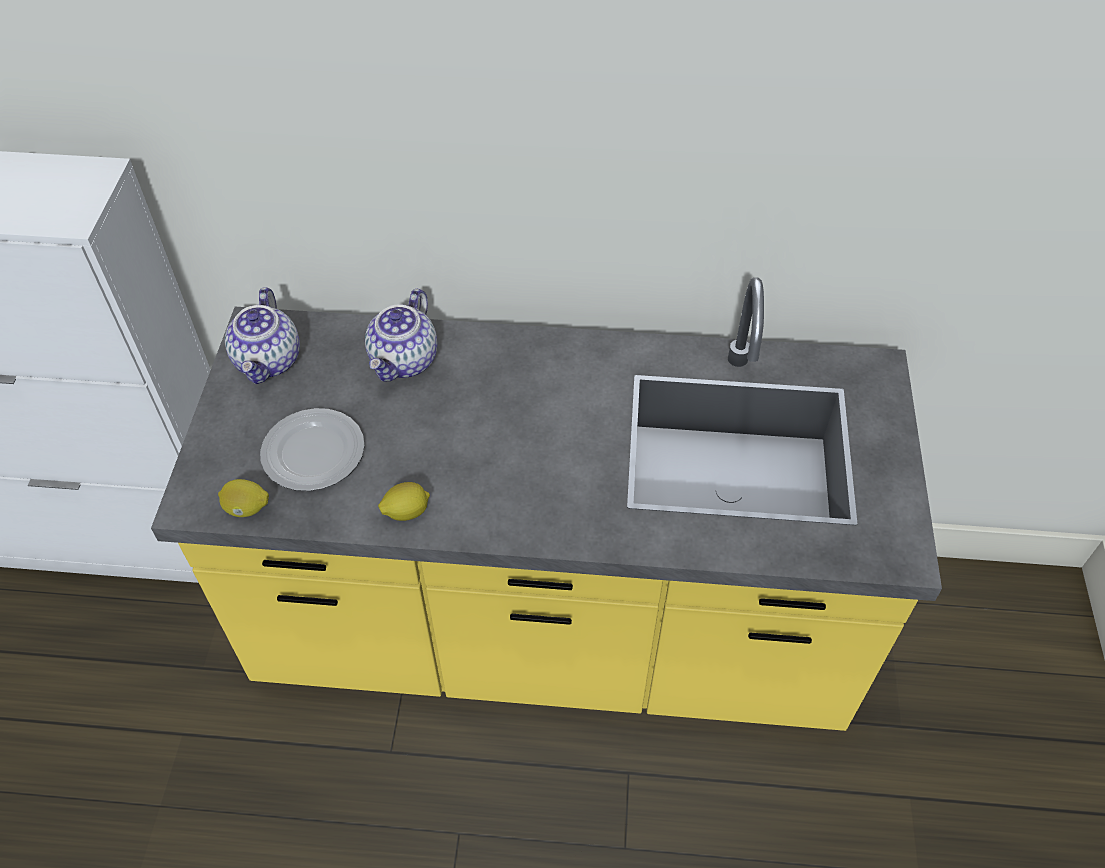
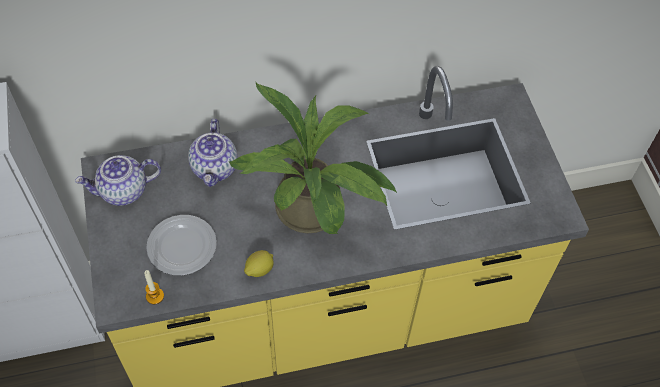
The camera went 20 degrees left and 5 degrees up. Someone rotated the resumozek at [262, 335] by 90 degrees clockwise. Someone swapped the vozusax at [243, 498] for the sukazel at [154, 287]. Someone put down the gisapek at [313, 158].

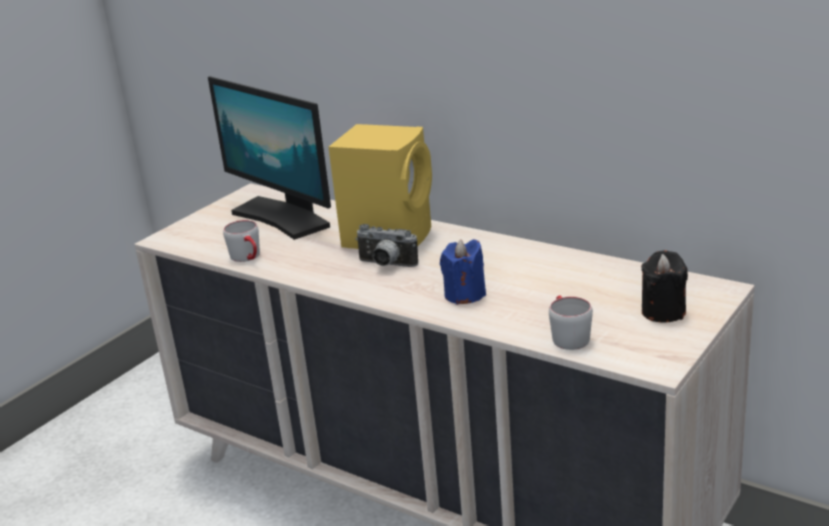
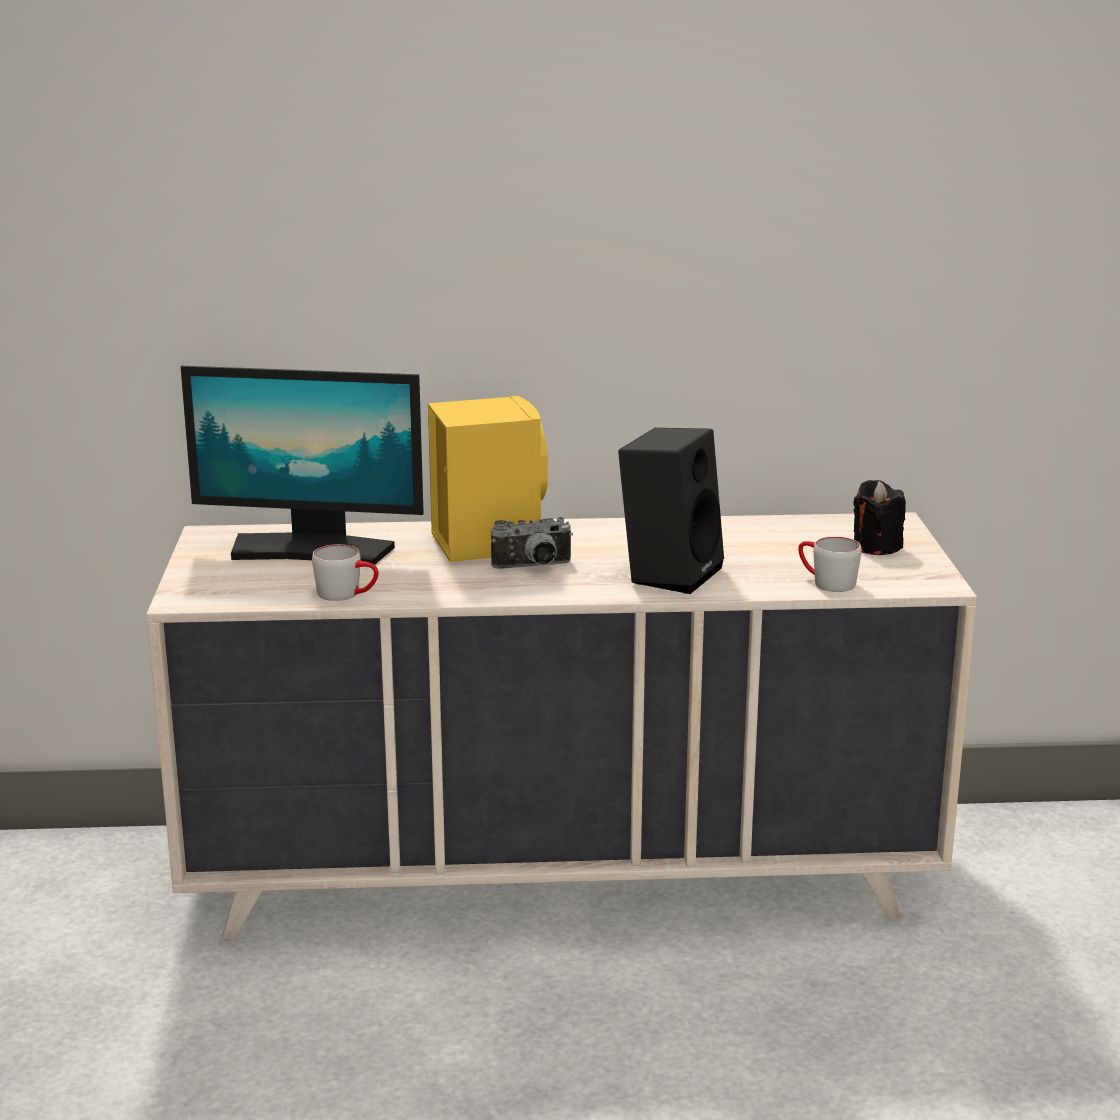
The camera went 40 degrees left and 5 degrees down. Someone swapped the blue_sukazel at [463, 272] for the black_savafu at [671, 511].

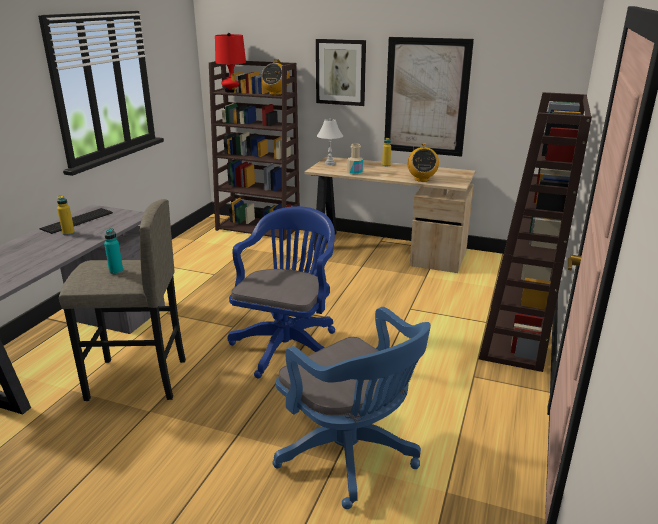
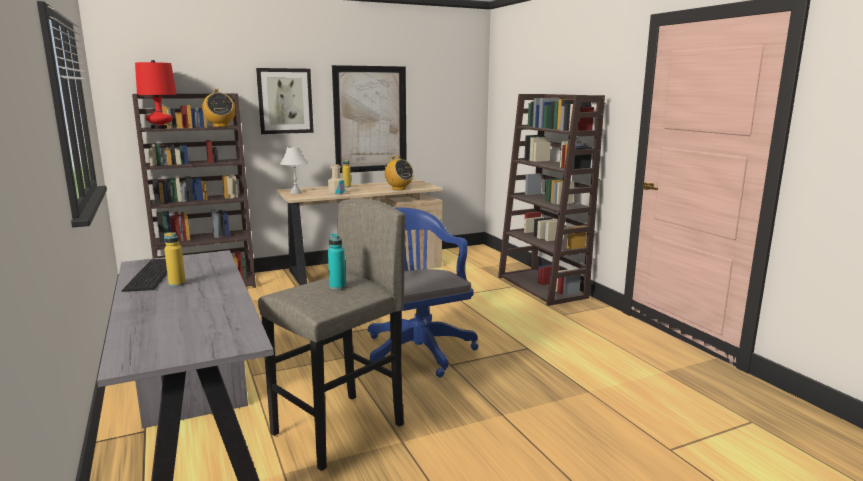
The camera went 45 degrees left and 10 degrees down. Someone took away the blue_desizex at [351, 408].

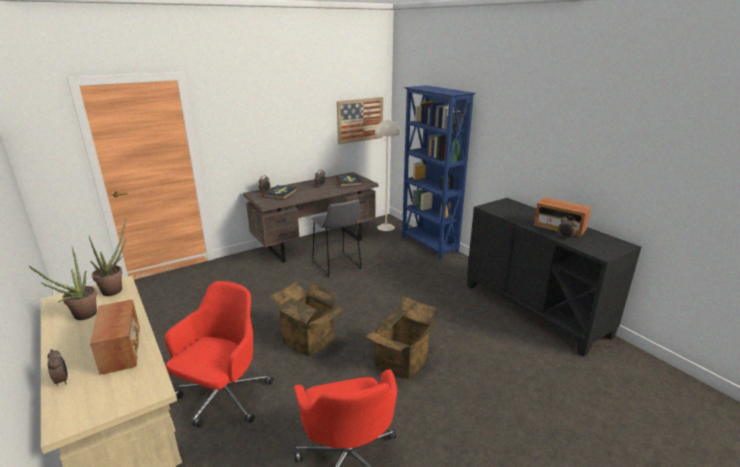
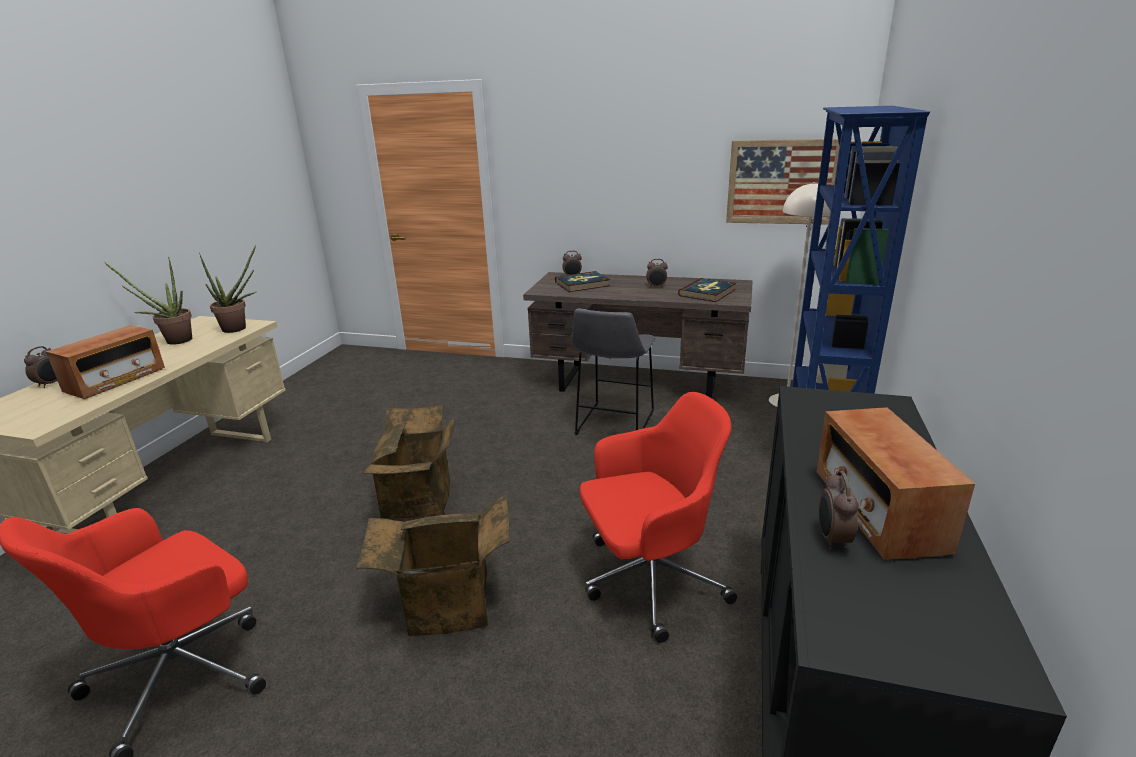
The camera went 50 degrees right and 0 degrees up. Someone carried the red_desizex from [219, 354] to [658, 517].

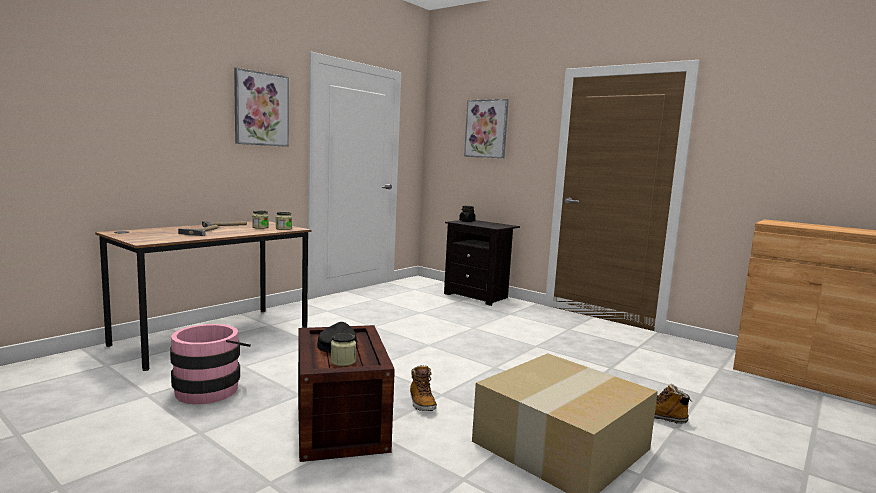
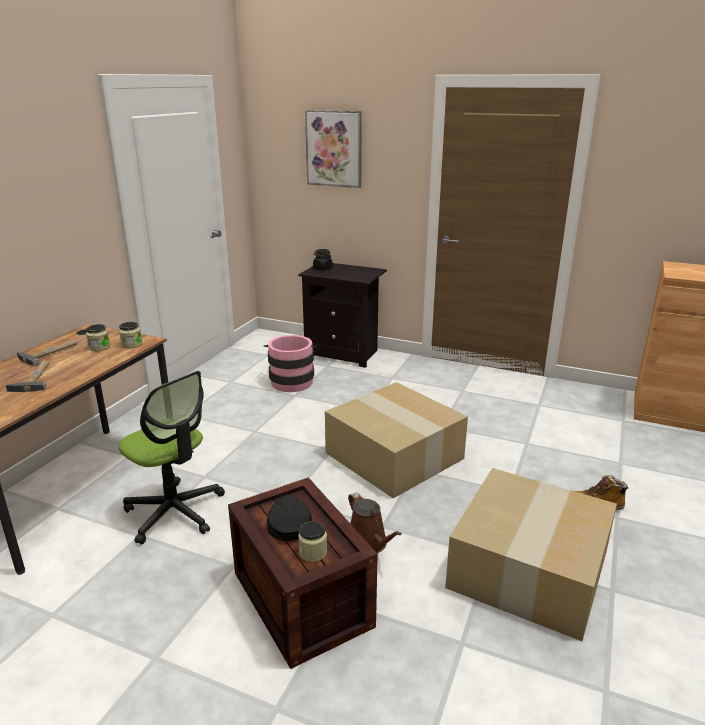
The camera went 15 degrees left and 15 degrees up. Someone took away the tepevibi at [261, 107]. Someone carried the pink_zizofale from [210, 364] to [290, 363]. Someone swapped the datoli at [423, 388] for the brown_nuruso at [375, 522]. Someone put down the desizex at [172, 458]. Someone put down the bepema at [396, 440].

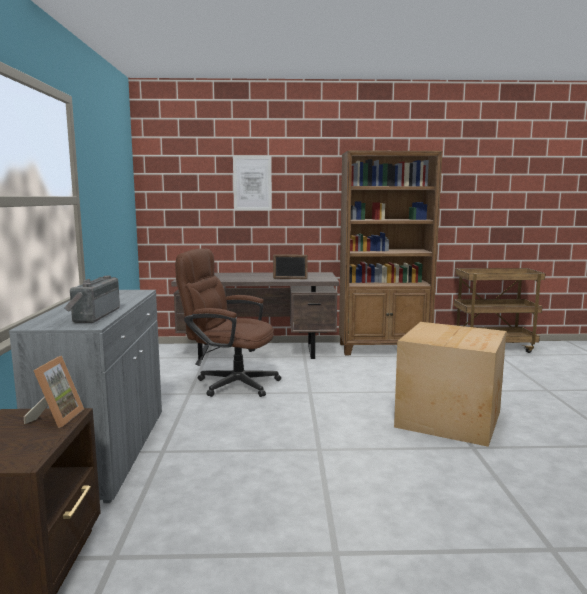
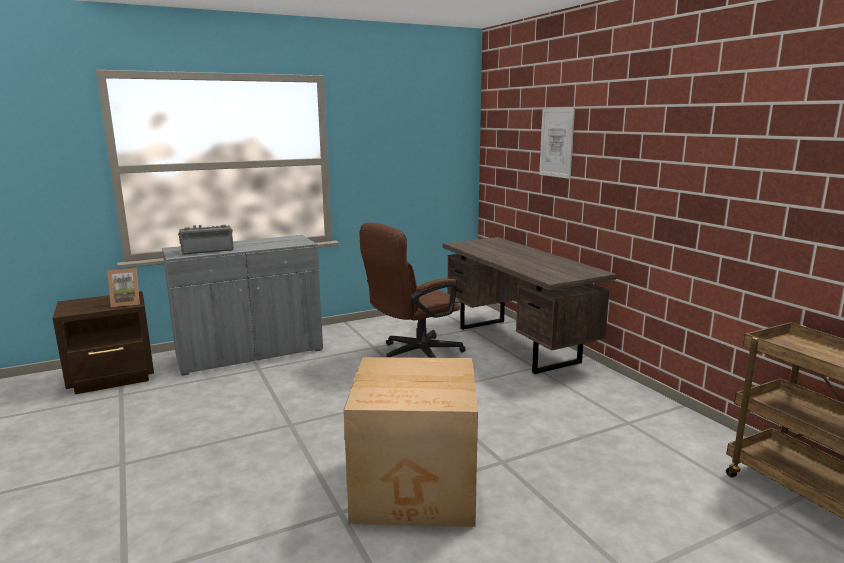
The camera went 65 degrees right and 5 degrees up. Someone took away the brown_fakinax at [390, 253]. Someone rotated the brown_desizex at [228, 322] by 120 degrees counterclockwise. Someone took away the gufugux at [290, 266].

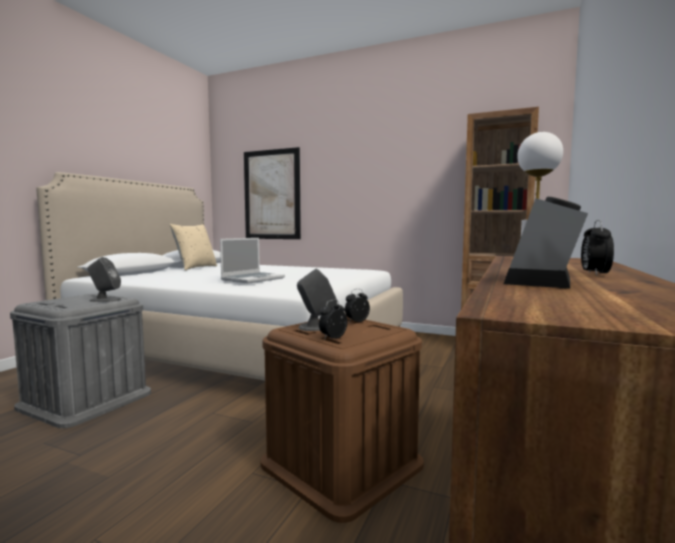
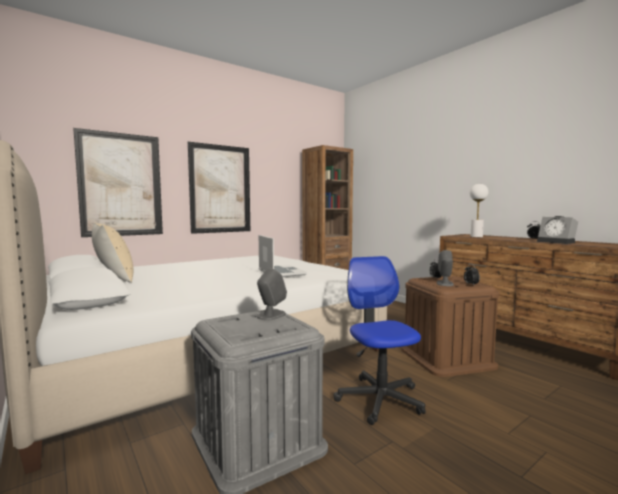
The camera went 60 degrees left and 0 degrees up. Someone put up the tepevibi at [219, 188]. Someone put down the desizex at [379, 340].

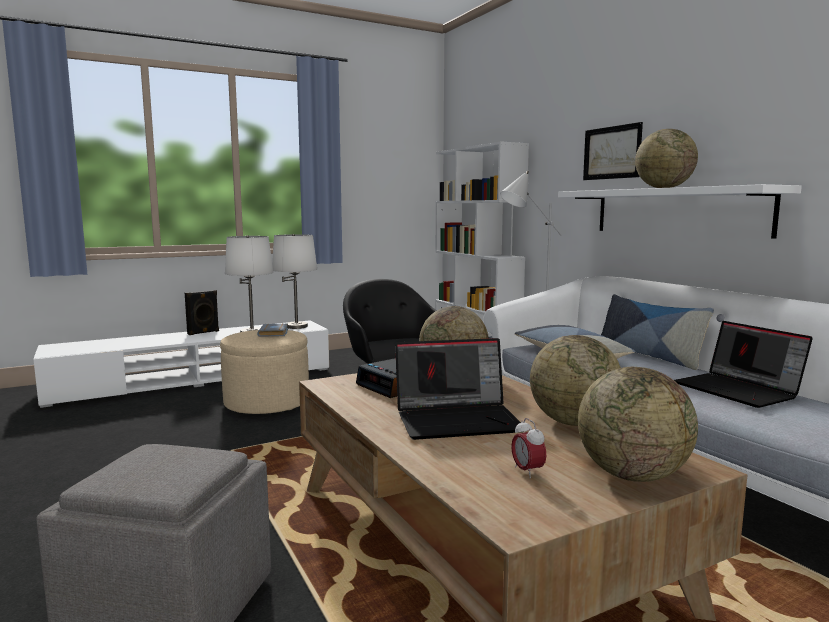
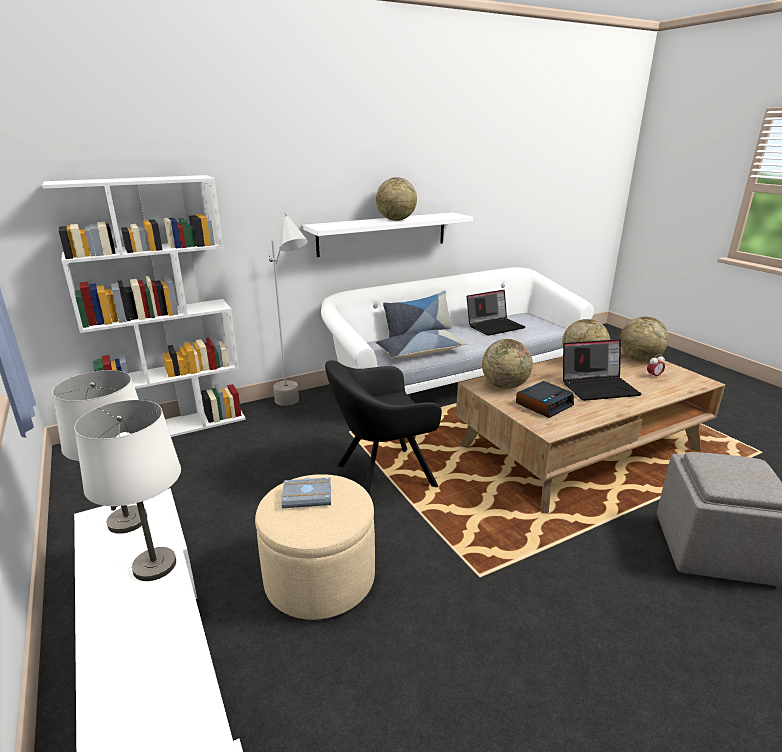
The camera went 90 degrees left and 15 degrees up. Someone took away the tepevibi at [613, 151]. Someone took away the black_savafu at [202, 312]. Someone rotated the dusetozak at [458, 389] by 90 degrees clockwise.

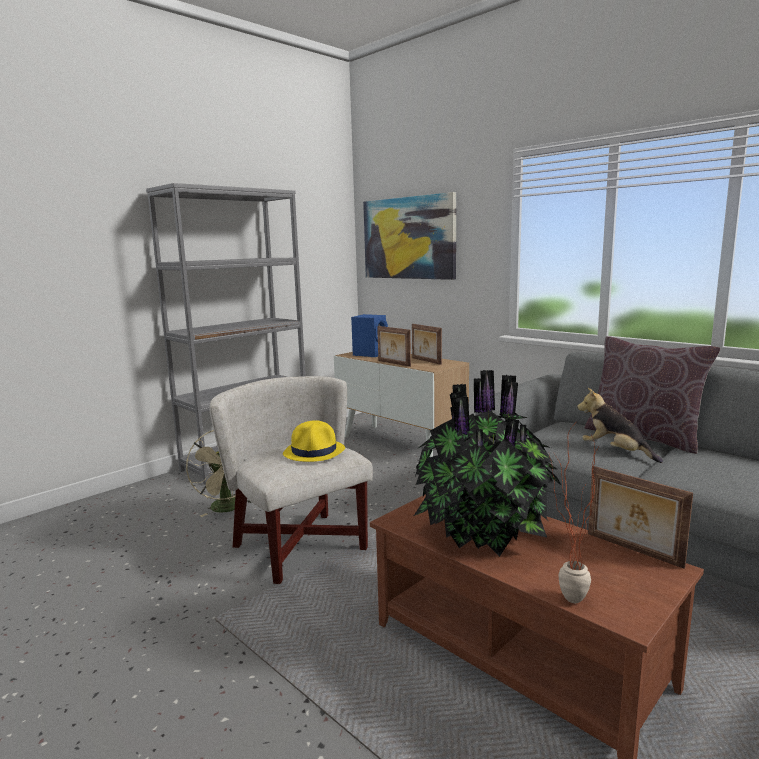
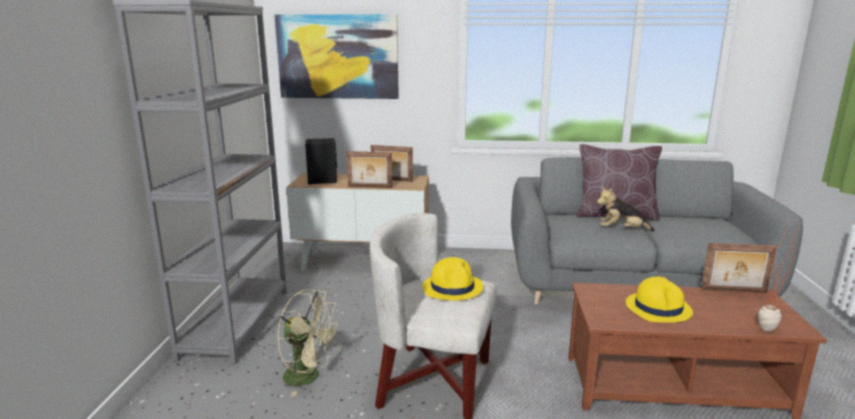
The camera went 40 degrees left and 5 degrees up. Someone repainted the blue_savafu at [369, 335], which became the black_savafu at [321, 161]. Someone swapped the gisapek at [488, 463] for the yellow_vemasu at [659, 300].

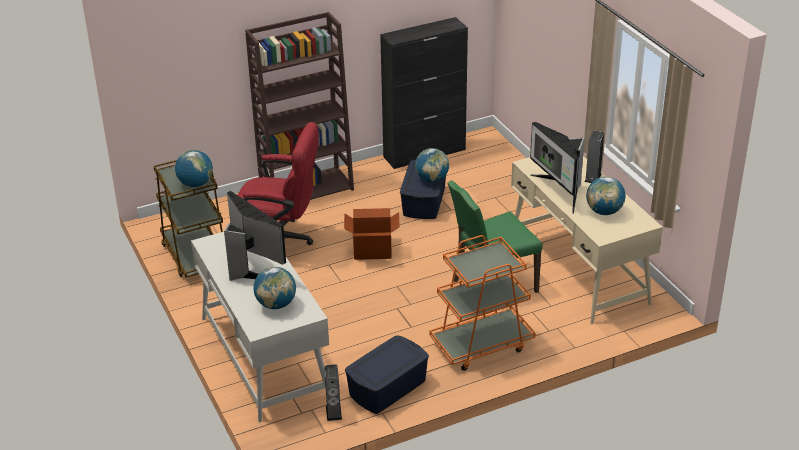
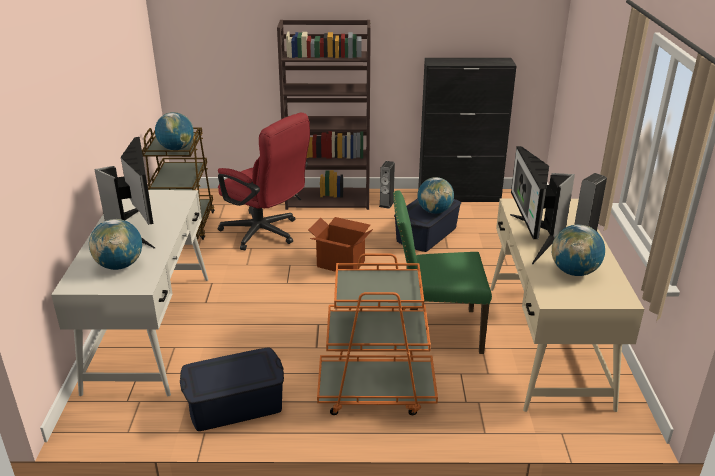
The camera went 25 degrees right and 5 degrees down. Someone carried the savafu from [333, 392] to [387, 185].

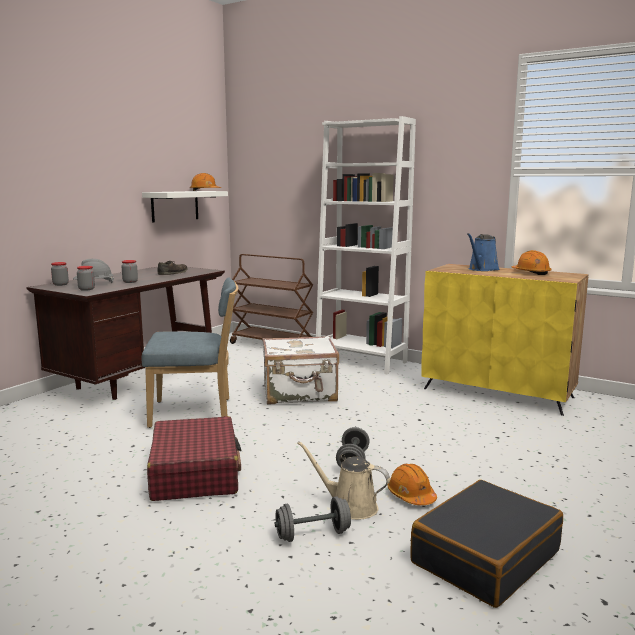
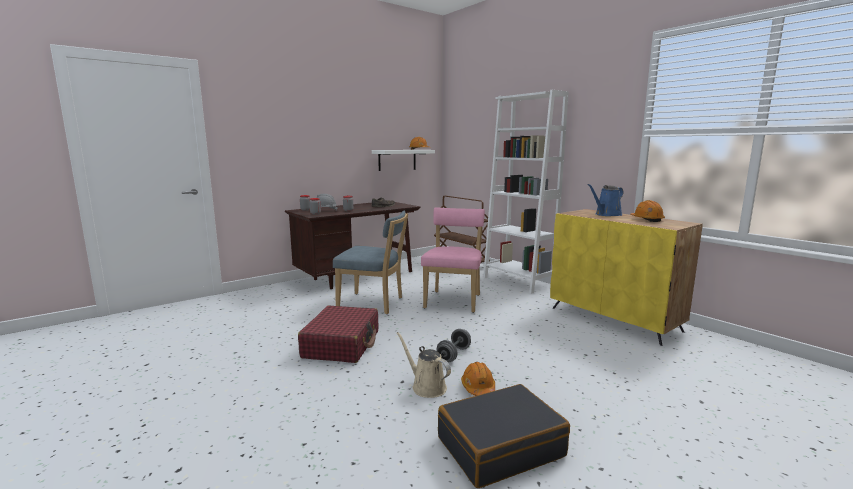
The camera went 20 degrees right and 0 degrees up. Someone swapped the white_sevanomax at [300, 370] for the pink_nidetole at [453, 260]. Someone took away the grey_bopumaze at [313, 519].

